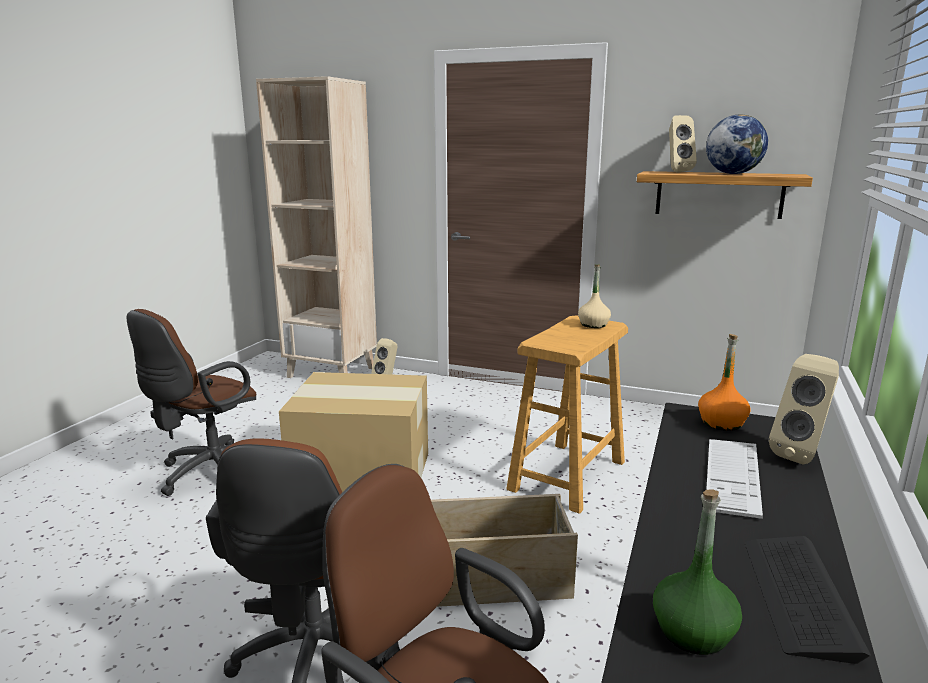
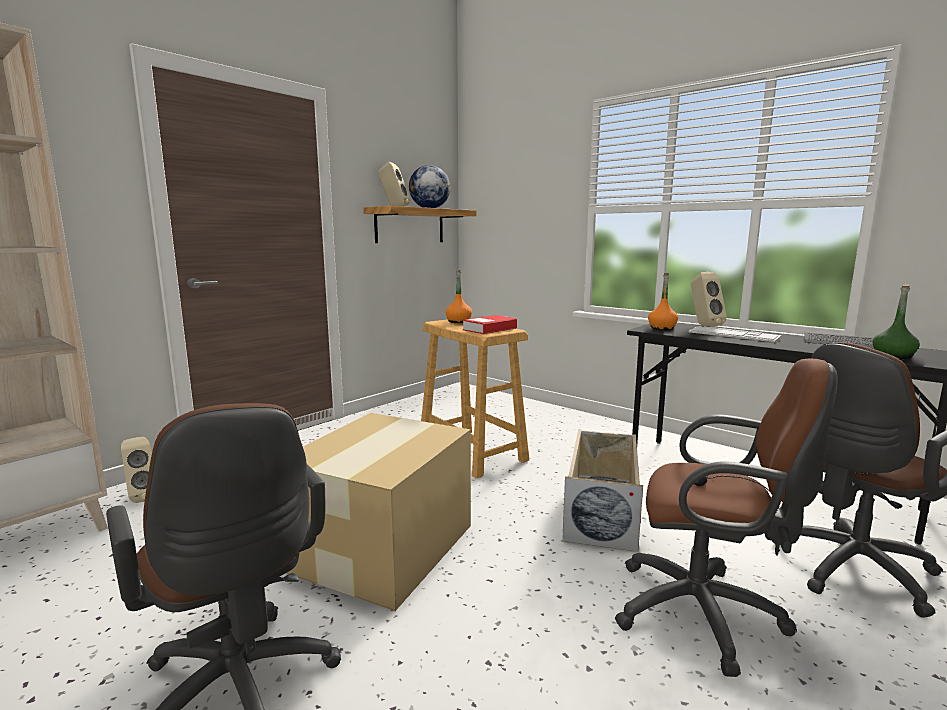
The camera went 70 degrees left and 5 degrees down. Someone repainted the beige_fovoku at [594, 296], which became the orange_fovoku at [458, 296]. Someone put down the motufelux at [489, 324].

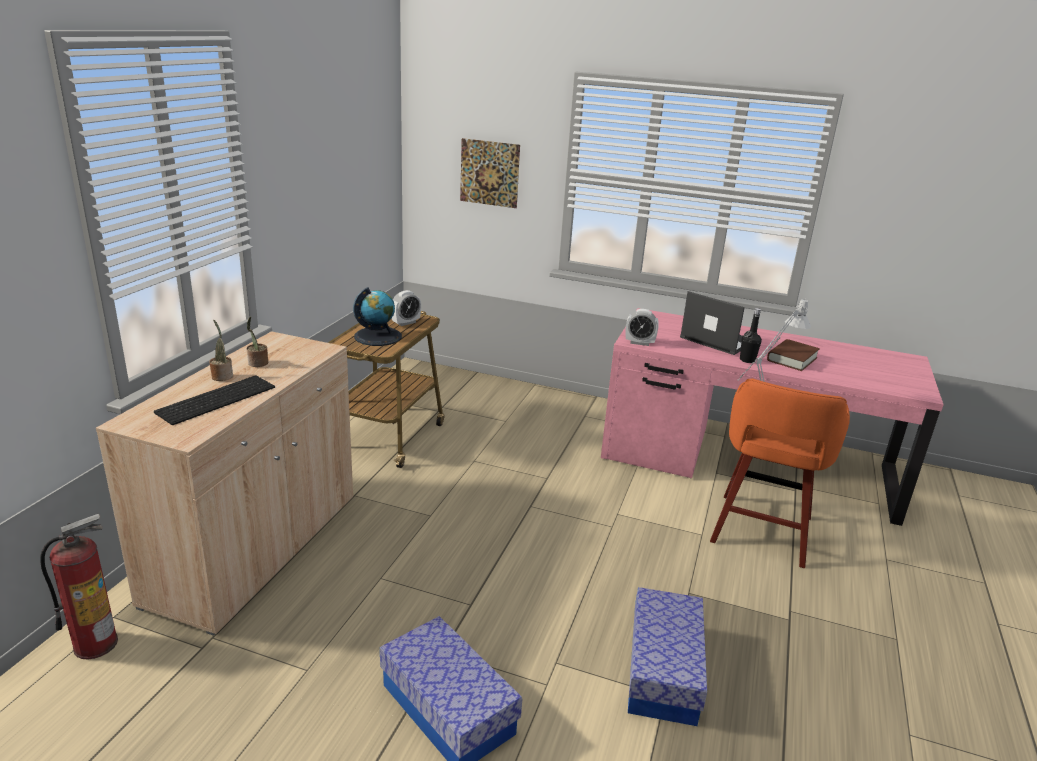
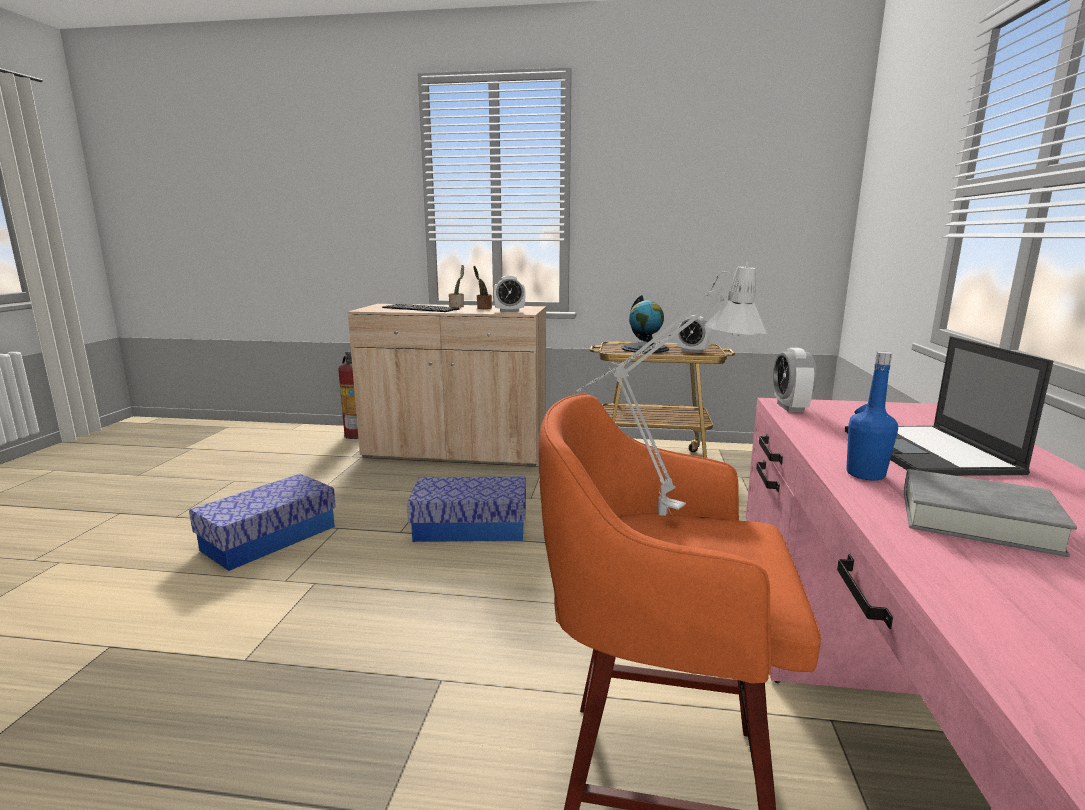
The camera went 80 degrees right and 10 degrees down. Someone took away the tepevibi at [490, 173]. Someone rotated the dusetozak at [712, 323] by 150 degrees clockwise. Someone repainted the black_fovoku at [751, 335], which became the blue_fovoku at [872, 416]. Someone repainted the brown_motufelux at [793, 355], which became the grey_motufelux at [990, 513]. Someone carried the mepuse from [667, 656] to [466, 509]. Someone put down the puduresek at [509, 293].

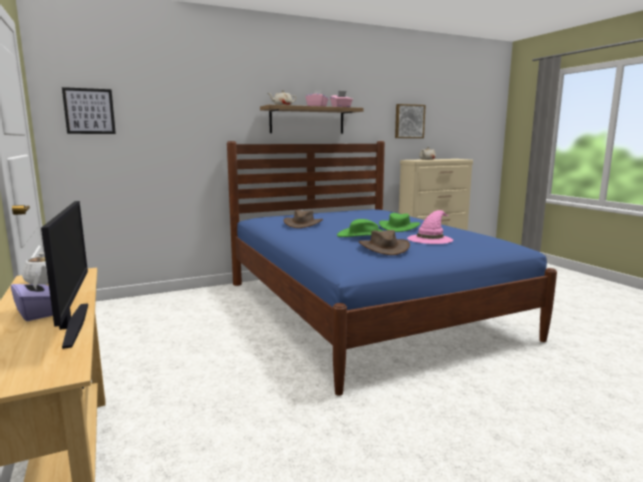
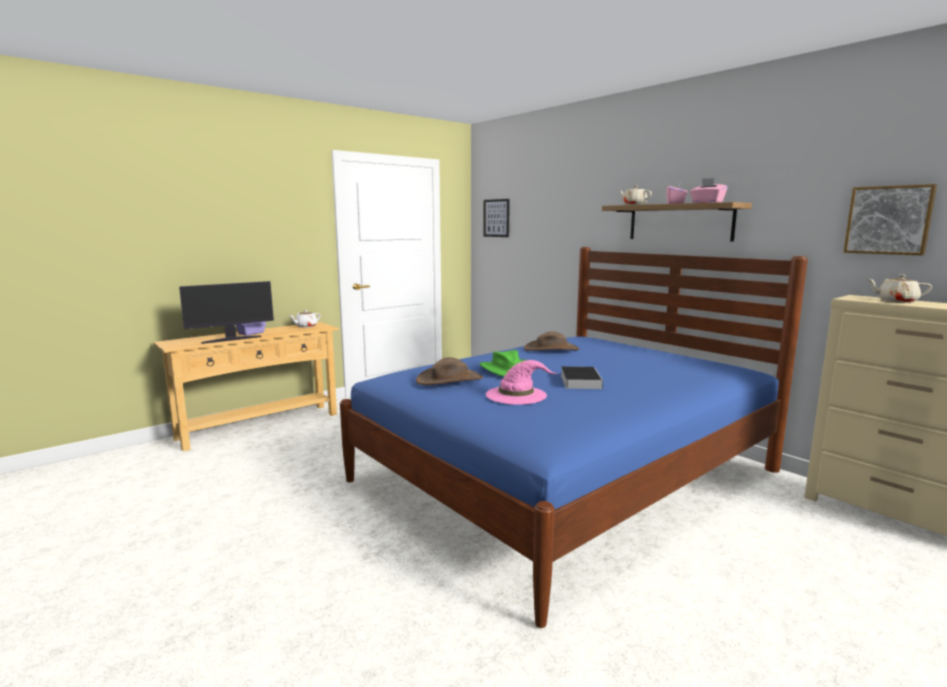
The camera went 75 degrees right and 0 degrees up. Someone swapped the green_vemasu at [399, 222] for the motufelux at [582, 377].

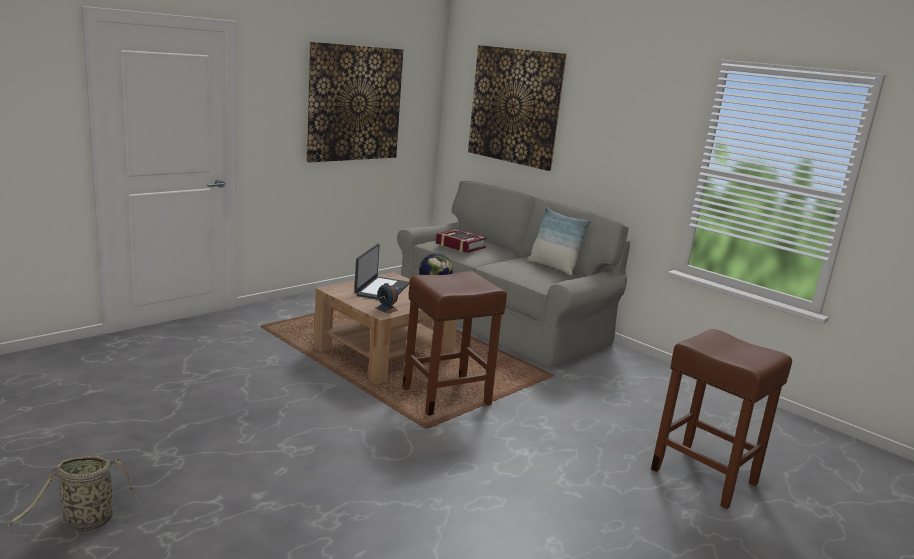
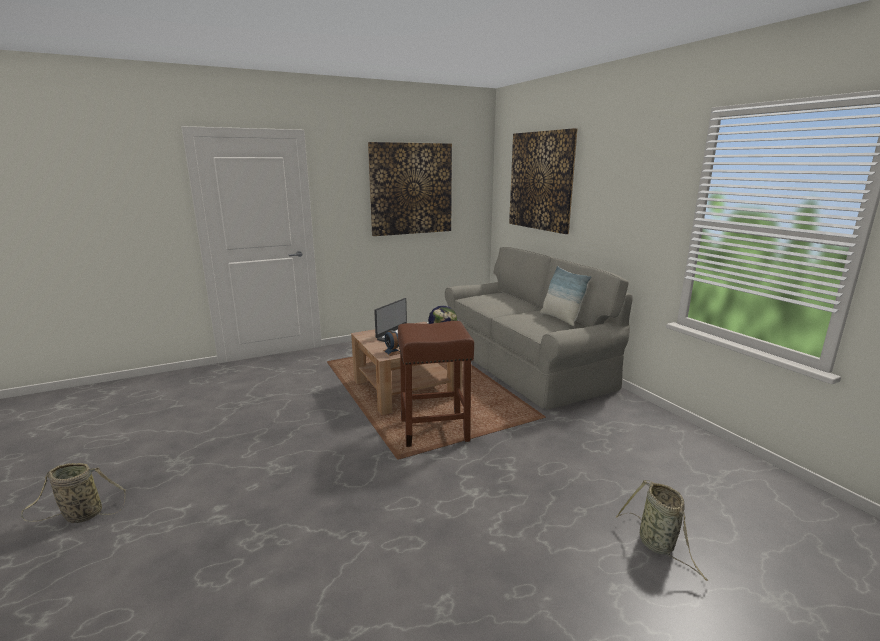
The camera went 20 degrees right and 0 degrees up. Someone took away the motufelux at [461, 241]. Someone swapped the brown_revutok at [721, 419] for the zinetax at [662, 530].

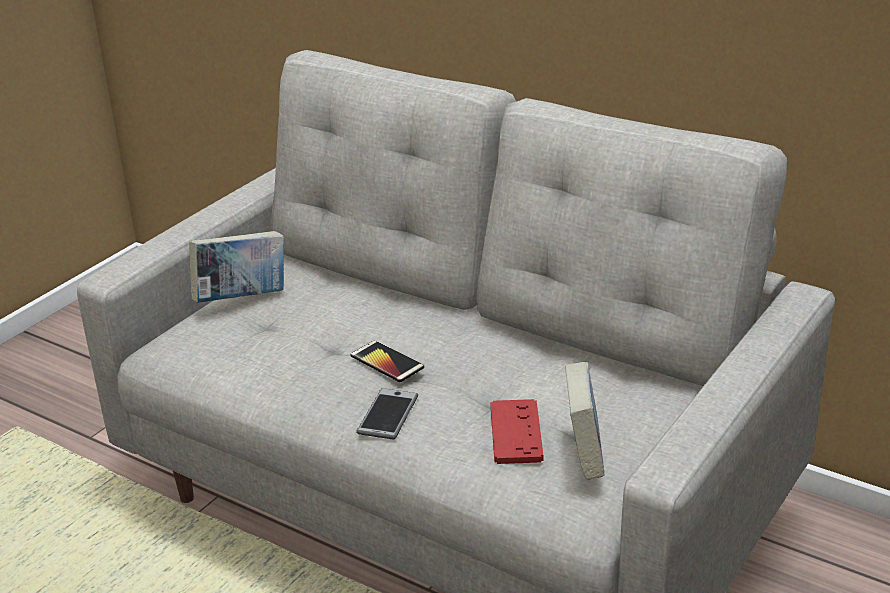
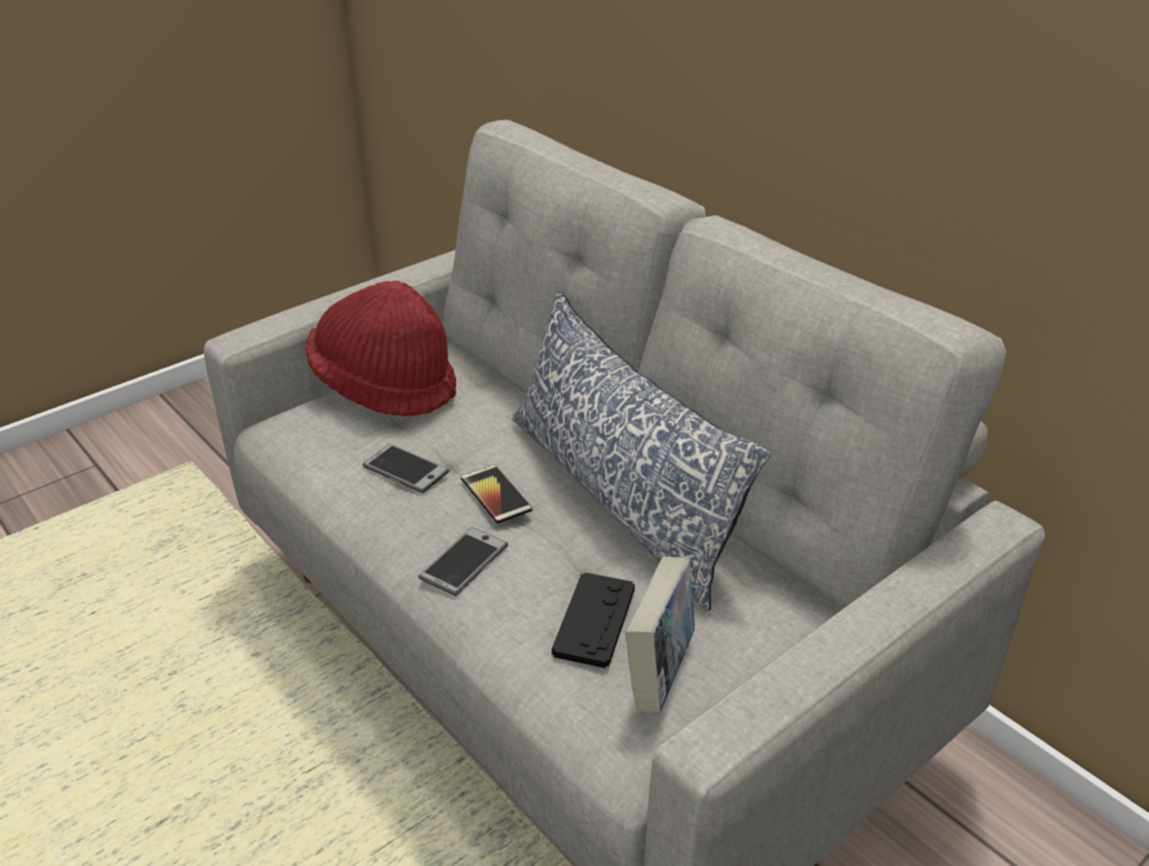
The camera went 15 degrees right and 5 degrees up. Someone swapped the motufelux at [236, 267] for the red_vemasu at [380, 349]. Someone repainted the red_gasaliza at [517, 431], which became the black_gasaliza at [593, 620]. Someone put down the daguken at [641, 451]. Someone put down the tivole at [406, 468].

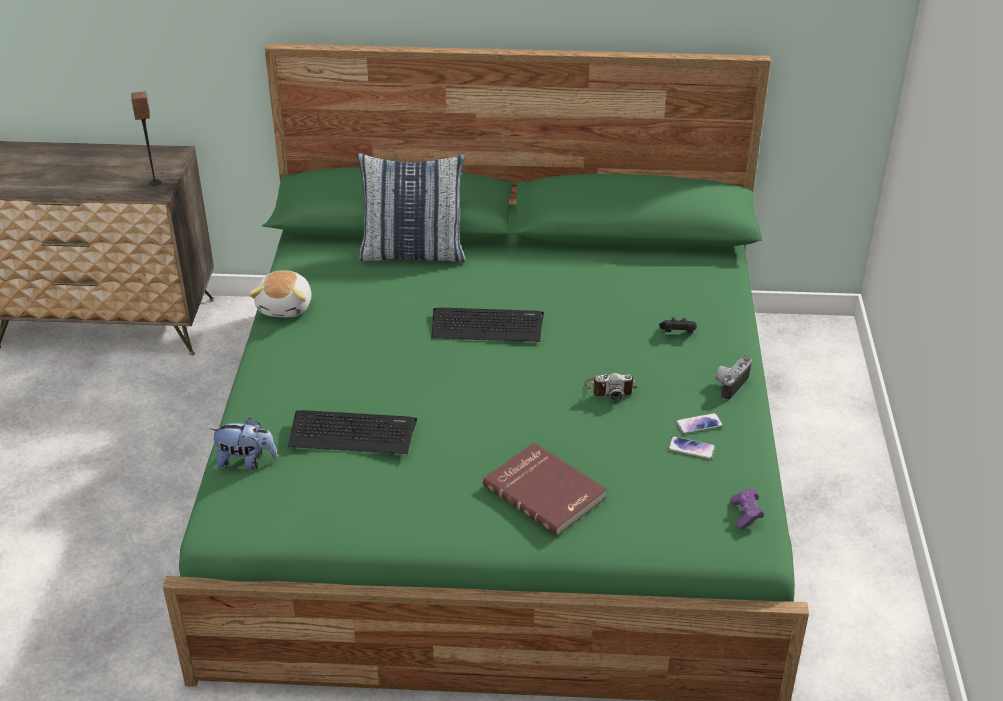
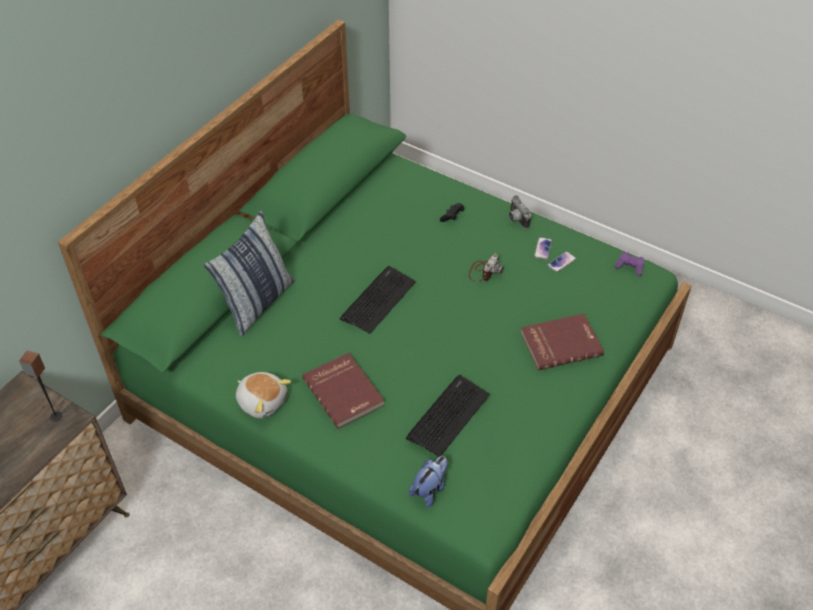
The camera went 60 degrees left and 10 degrees up. Someone put down the red_motufelux at [343, 391].

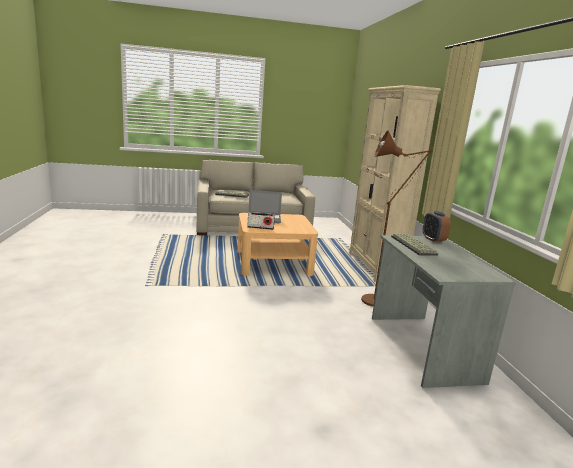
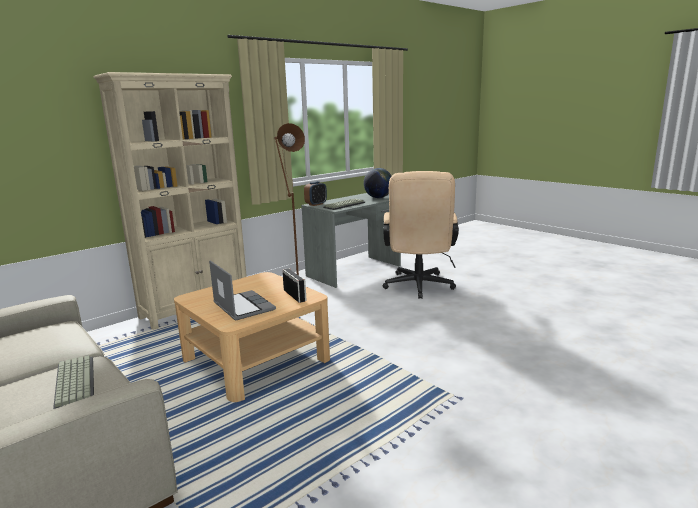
The camera went 120 degrees left and 0 degrees up. Someone put down the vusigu at [377, 183]. Someone put down the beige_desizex at [421, 235].

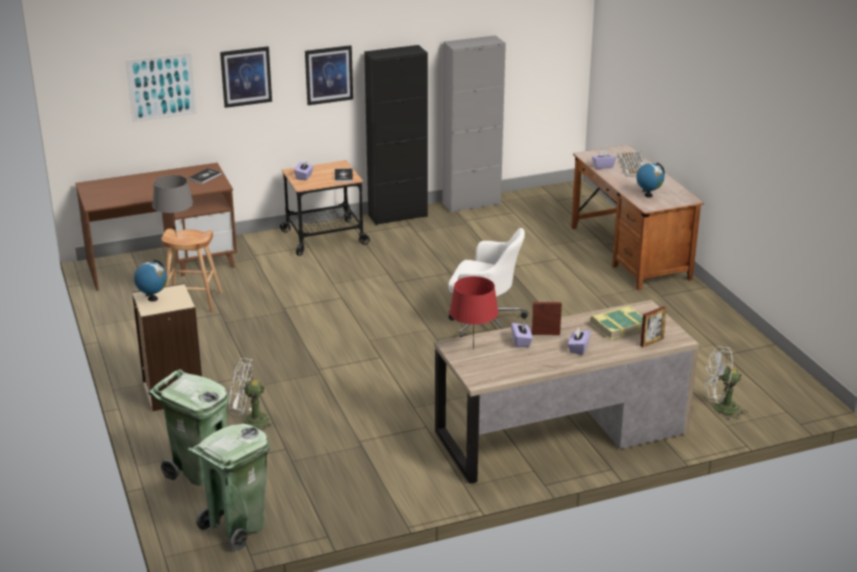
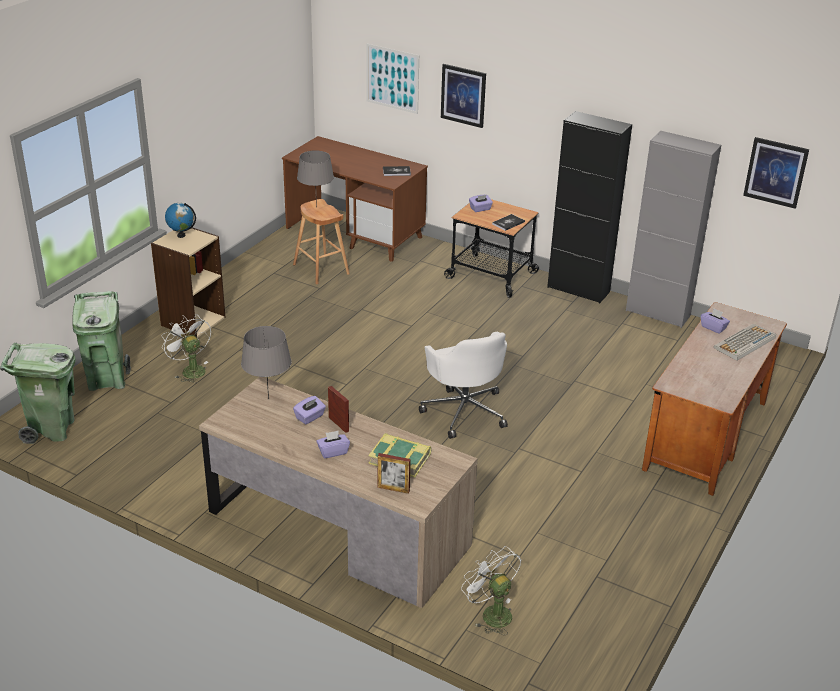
The camera went 50 degrees right and 5 degrees up. Someone carried the tepevibi from [329, 75] to [776, 173]. Someone took away the vusigu at [650, 180]. Someone repainted the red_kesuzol at [474, 313], which became the grey_kesuzol at [266, 362].

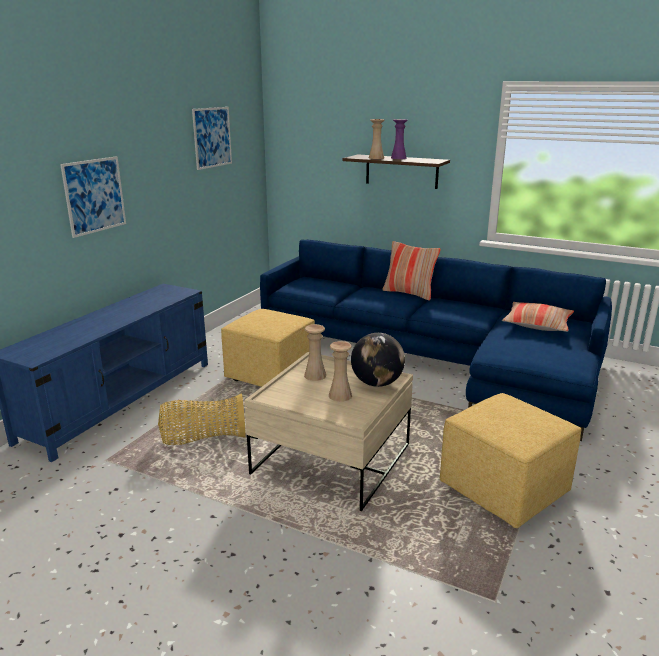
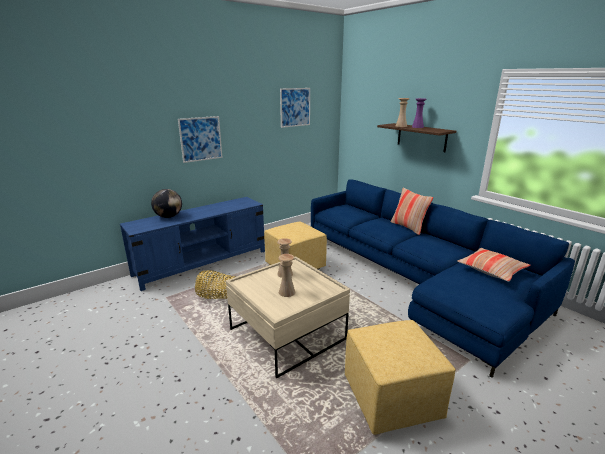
The camera went 25 degrees right and 0 degrees up. Someone carried the vusigu from [378, 360] to [166, 203].

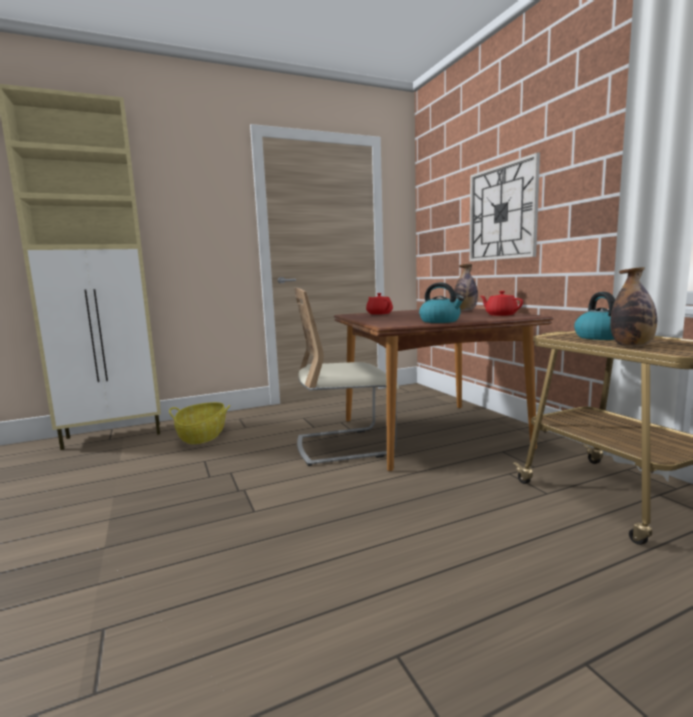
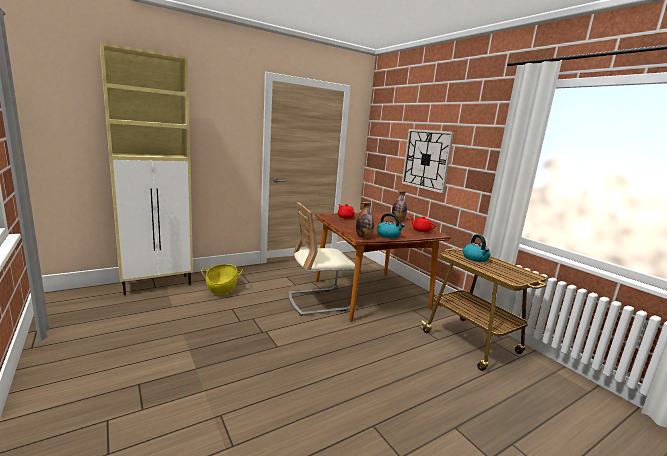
The camera went 10 degrees left and 5 degrees up. Someone carried the fovoku from [633, 306] to [365, 220].

